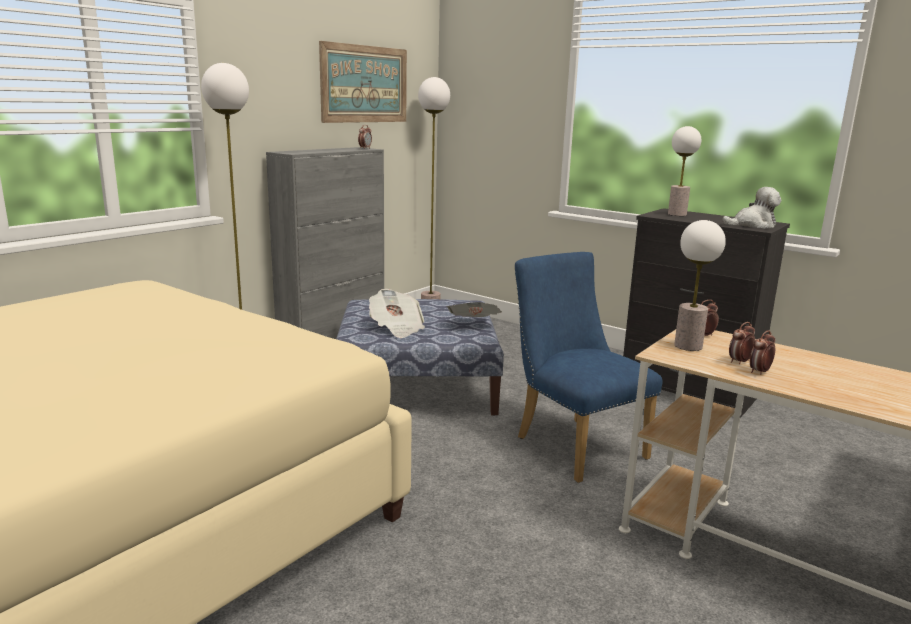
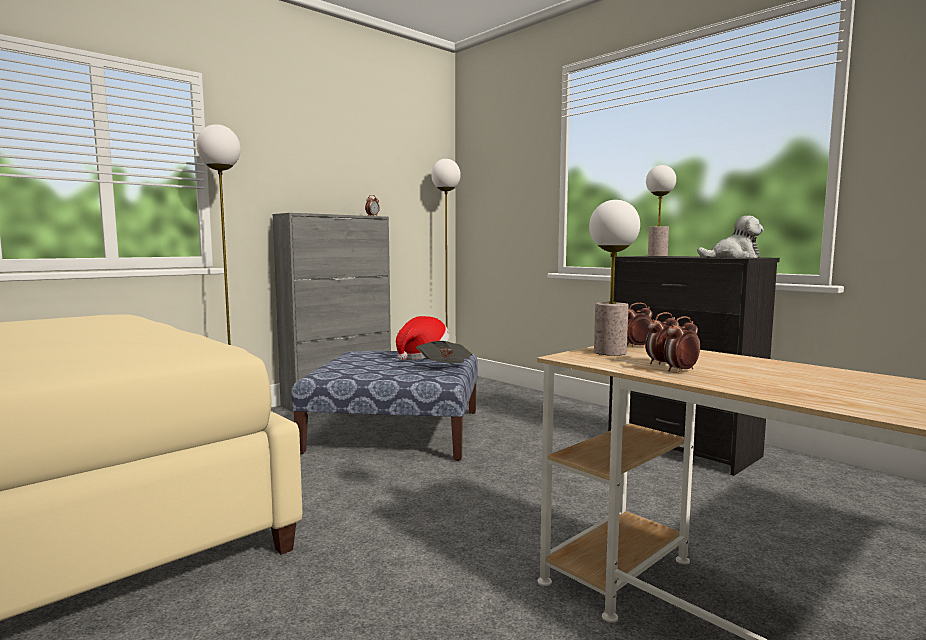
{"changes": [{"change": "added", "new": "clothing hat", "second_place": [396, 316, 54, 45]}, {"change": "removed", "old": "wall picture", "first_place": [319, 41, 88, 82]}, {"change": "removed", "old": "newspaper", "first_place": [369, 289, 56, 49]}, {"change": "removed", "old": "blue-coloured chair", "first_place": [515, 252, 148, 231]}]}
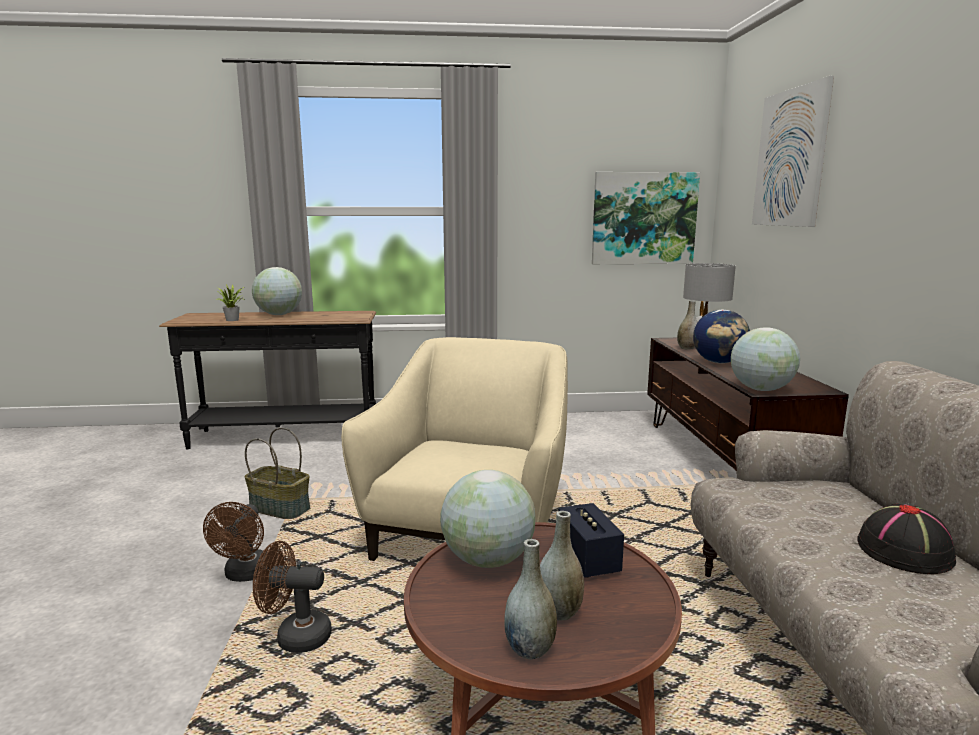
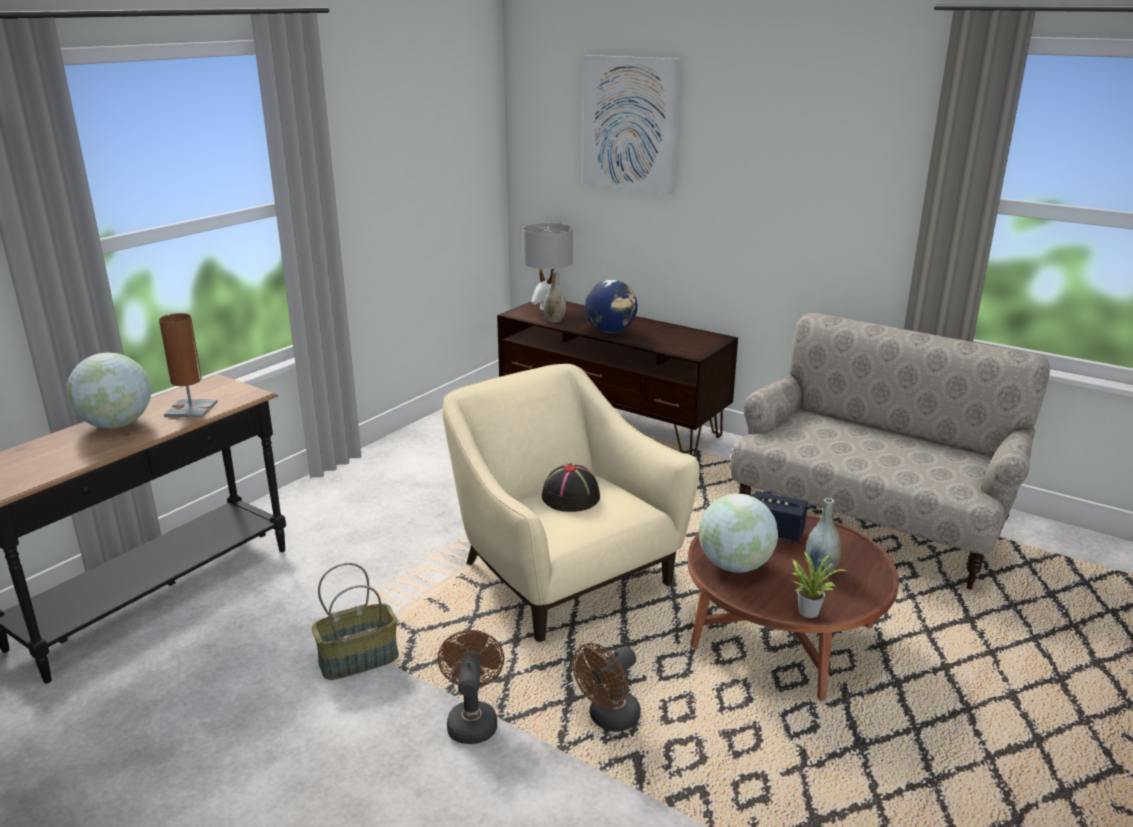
{"changes": [{"change": "added", "new": "brown lamp for a table", "second_place": [159, 313, 59, 105]}, {"change": "turned", "old": "brown fan", "first_place": [203, 502, 66, 80], "second_place": [438, 630, 67, 114], "degrees": -135}, {"change": "moved", "old": "blackish clothing hat", "first_place": [857, 503, 99, 71], "second_place": [542, 464, 58, 48]}, {"change": "moved", "old": "houseplant", "first_place": [216, 284, 29, 37], "second_place": [792, 551, 56, 67]}, {"change": "removed", "old": "grey flower vase", "first_place": [504, 539, 53, 121]}, {"change": "removed", "old": "wall picture", "first_place": [592, 172, 108, 92]}, {"change": "removed", "old": "globe", "first_place": [731, 327, 69, 64]}]}
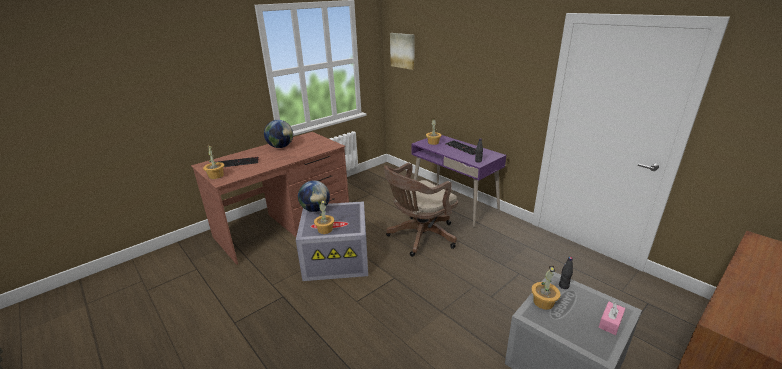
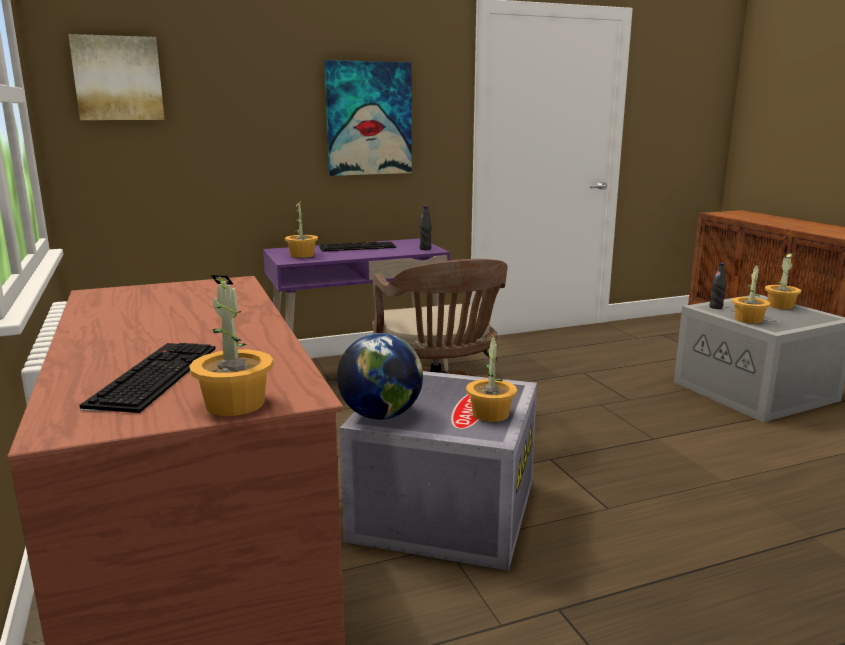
{"changes": [{"change": "added", "new": "wall picture", "second_place": [325, 60, 87, 116]}, {"change": "replaced", "old": "pinkish tissue holder", "new": "houseplant", "first_place": [599, 301, 26, 34], "second_place": [765, 253, 36, 56]}, {"change": "removed", "old": "globe", "first_place": [264, 120, 29, 28]}]}
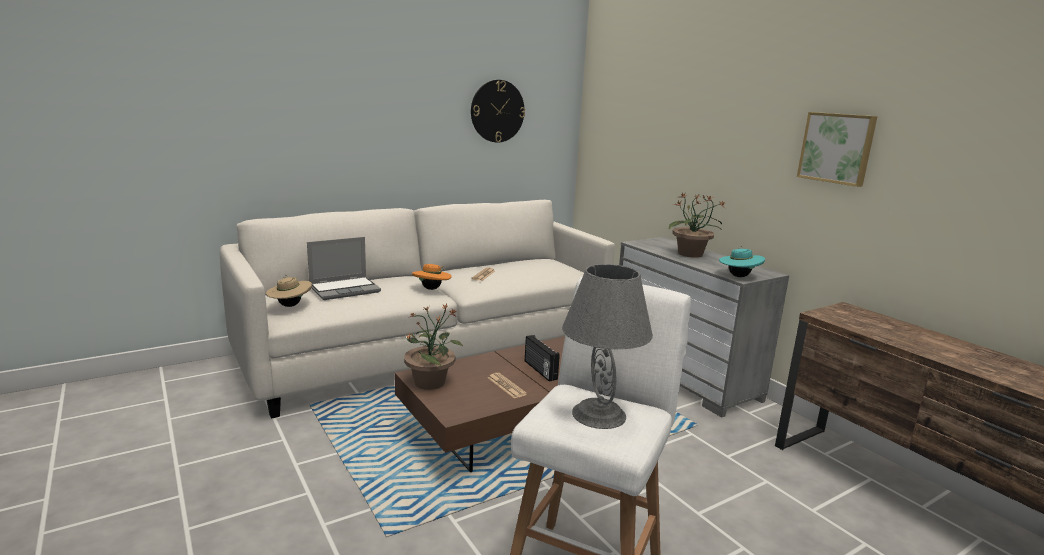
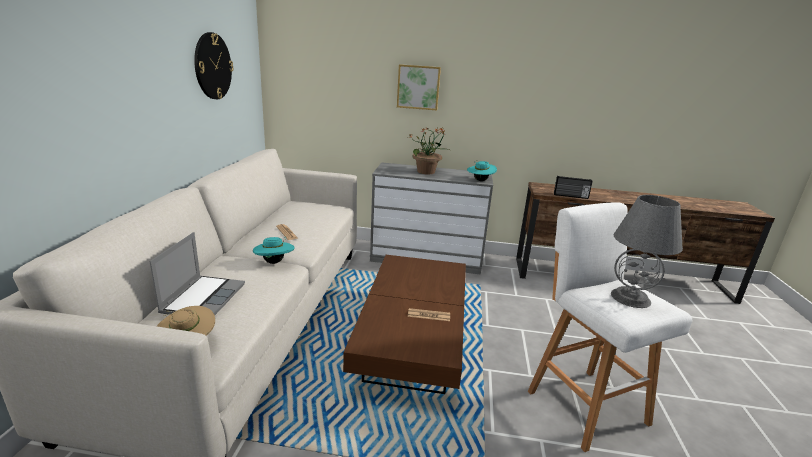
{"changes": [{"change": "recoloured", "old": "orange-coloured clothing hat", "new": "blue-green clothing hat", "first_place": [412, 264, 39, 26], "second_place": [253, 236, 41, 28]}, {"change": "moved", "old": "wall picture", "first_place": [797, 112, 81, 75], "second_place": [397, 64, 44, 47]}, {"change": "moved", "old": "radio set", "first_place": [525, 335, 35, 47], "second_place": [554, 176, 39, 23]}, {"change": "removed", "old": "houseplant", "first_place": [404, 304, 59, 86]}]}
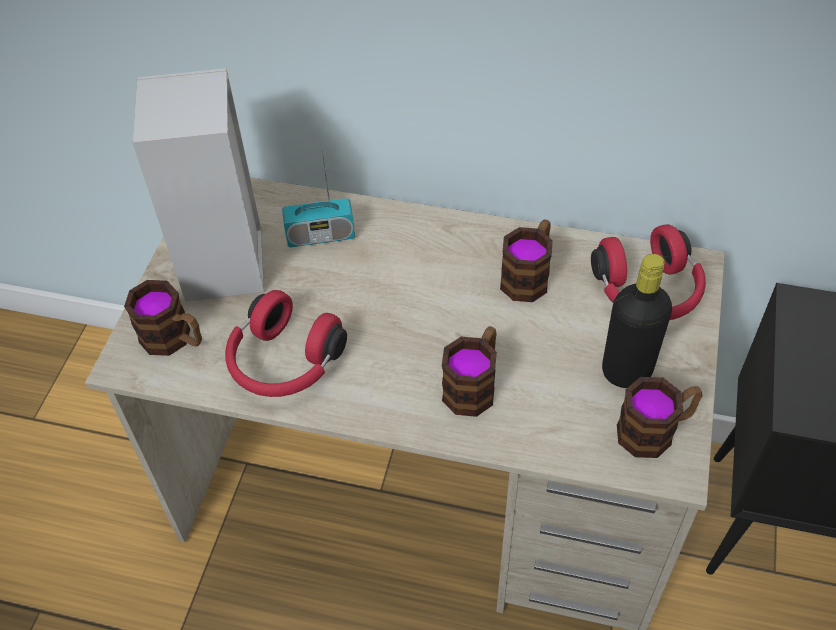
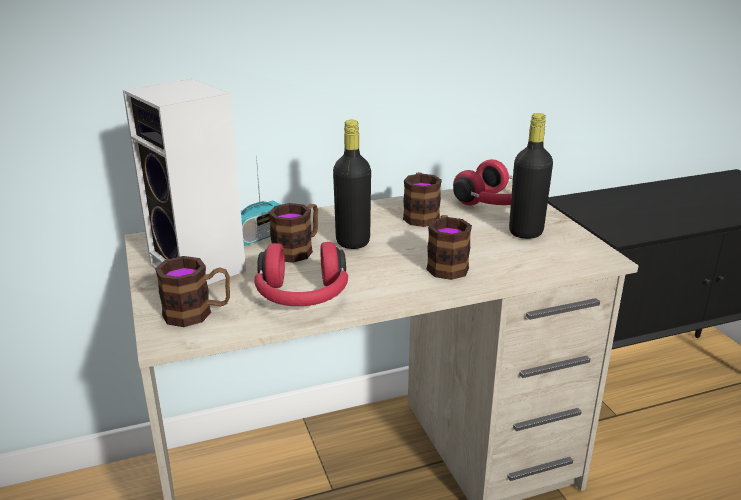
{"changes": [{"change": "moved", "old": "mug", "first_place": [617, 377, 86, 81], "second_place": [269, 203, 49, 60]}, {"change": "added", "new": "blackish bottle", "second_place": [333, 120, 38, 129]}]}
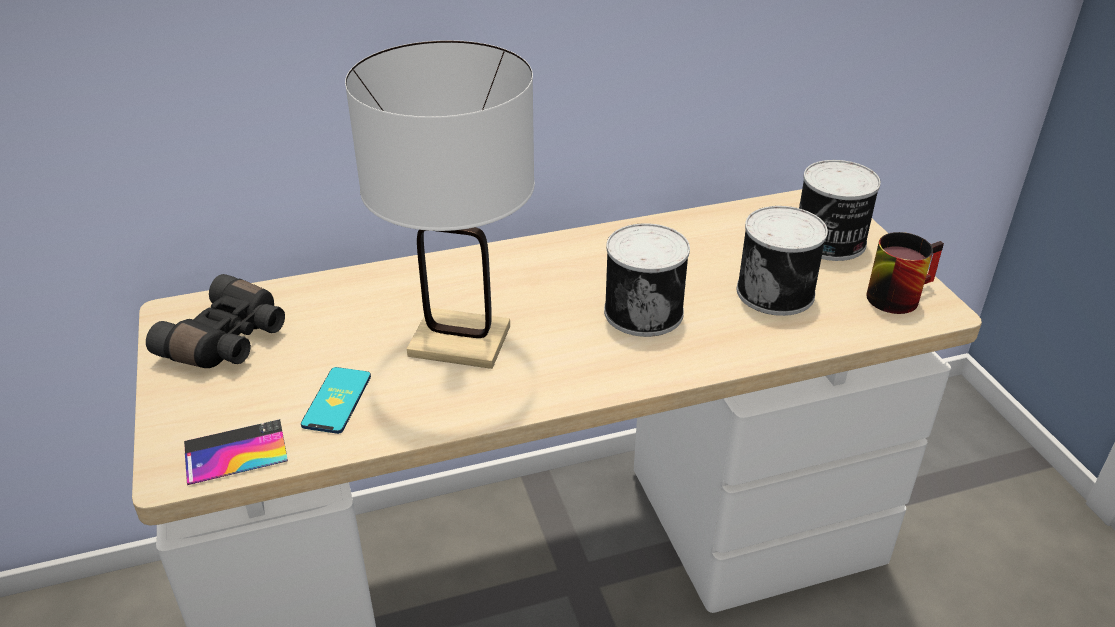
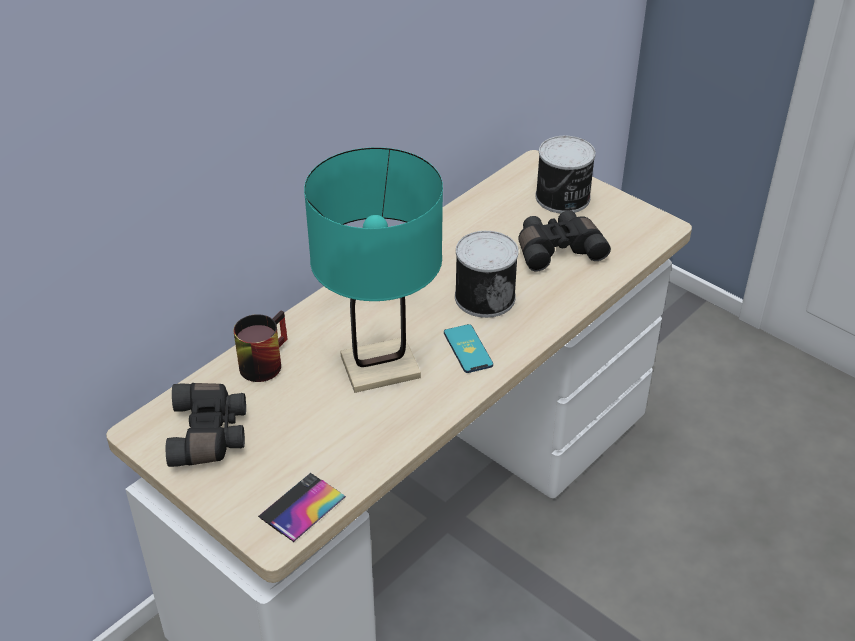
{"changes": [{"change": "moved", "old": "mug", "first_place": [866, 232, 78, 82], "second_place": [233, 311, 54, 71]}, {"change": "recoloured", "old": "white-coloured lamp for a table", "new": "blue-green lamp for a table", "first_place": [345, 40, 190, 329], "second_place": [304, 147, 139, 246]}, {"change": "moved", "old": "handset", "first_place": [301, 367, 70, 67], "second_place": [444, 324, 49, 49]}, {"change": "replaced", "old": "sealed can", "new": "blackish field glasses", "first_place": [737, 206, 91, 110], "second_place": [519, 210, 92, 61]}]}
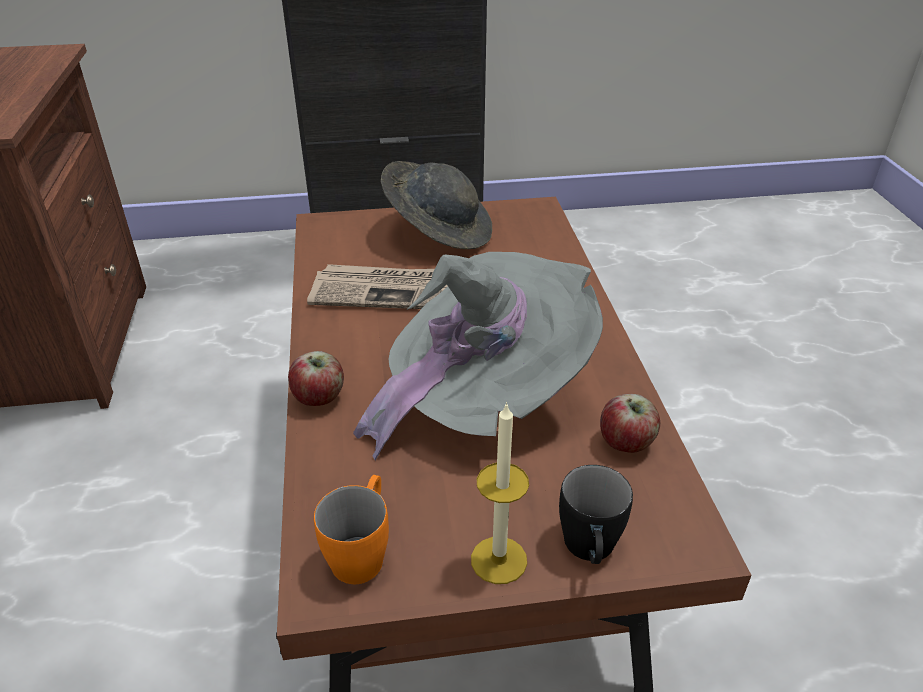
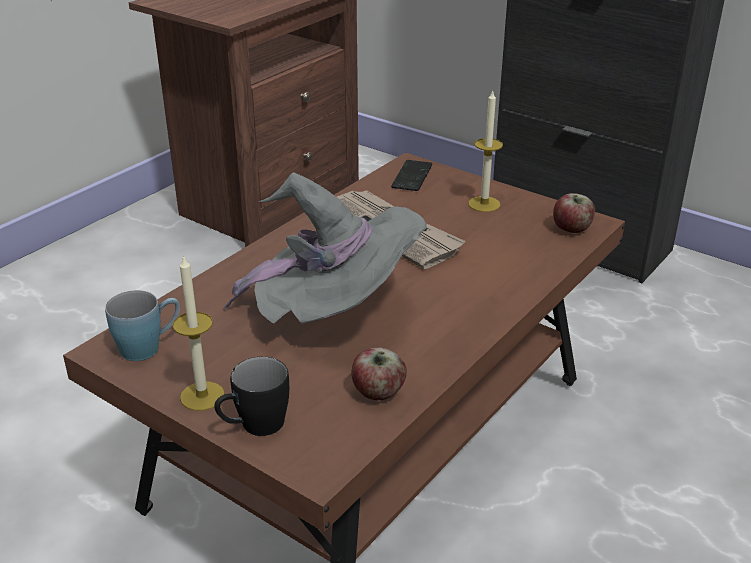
{"changes": [{"change": "recoloured", "old": "orange-coloured mug", "new": "blue-coloured mug", "first_place": [314, 475, 75, 109], "second_place": [105, 290, 75, 71]}, {"change": "added", "new": "handset", "second_place": [391, 160, 41, 31]}, {"change": "replaced", "old": "grey clothing hat", "new": "wax candle", "first_place": [380, 161, 112, 88], "second_place": [468, 91, 35, 121]}, {"change": "moved", "old": "whole apple", "first_place": [288, 351, 56, 55], "second_place": [553, 193, 42, 40]}]}
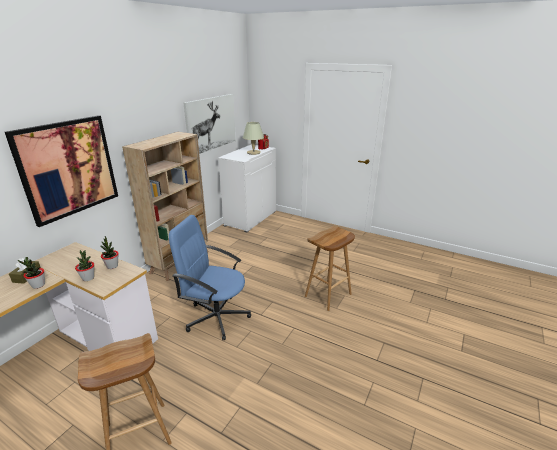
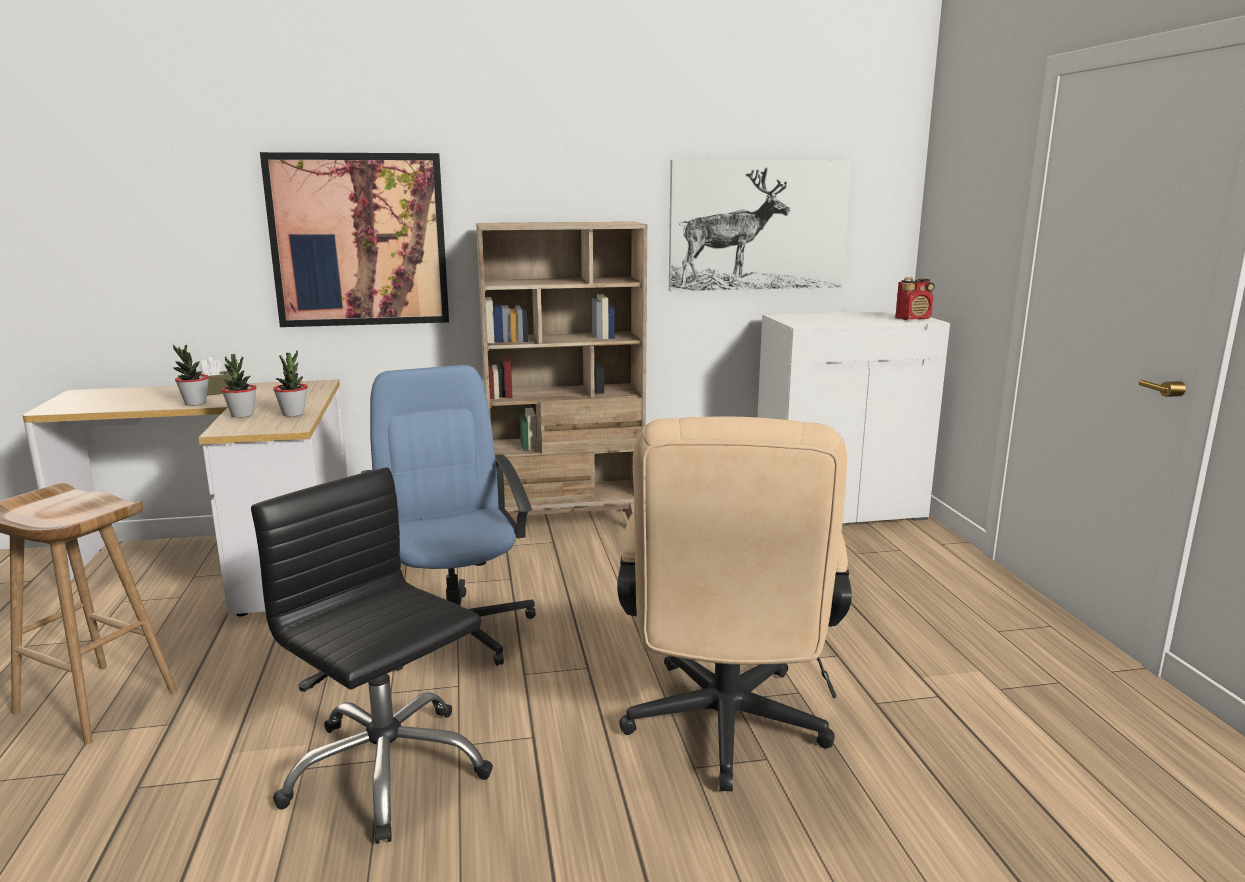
{"changes": [{"change": "added", "new": "blackish office chair", "second_place": [251, 467, 242, 377]}, {"change": "replaced", "old": "brown stool", "new": "beige office chair", "first_place": [305, 226, 50, 85], "second_place": [617, 416, 235, 376]}, {"change": "removed", "old": "beige lamp for a table", "first_place": [243, 122, 21, 33]}]}
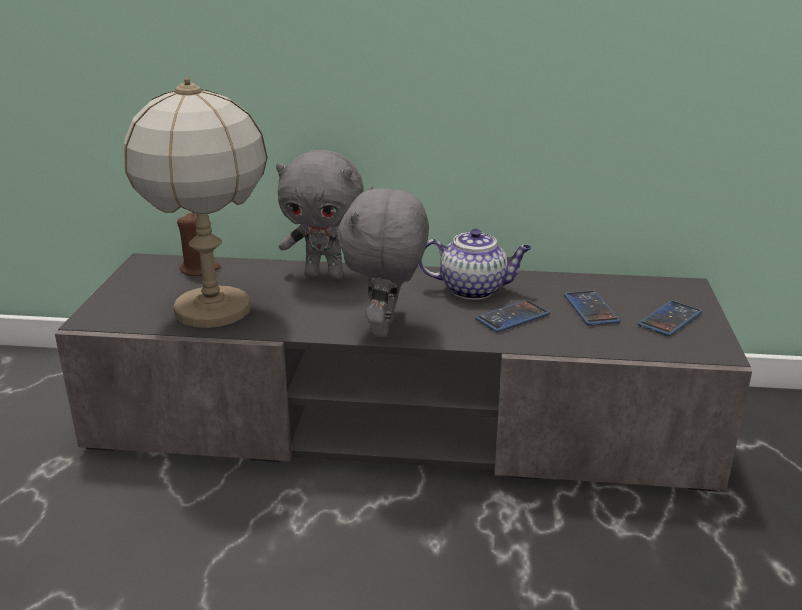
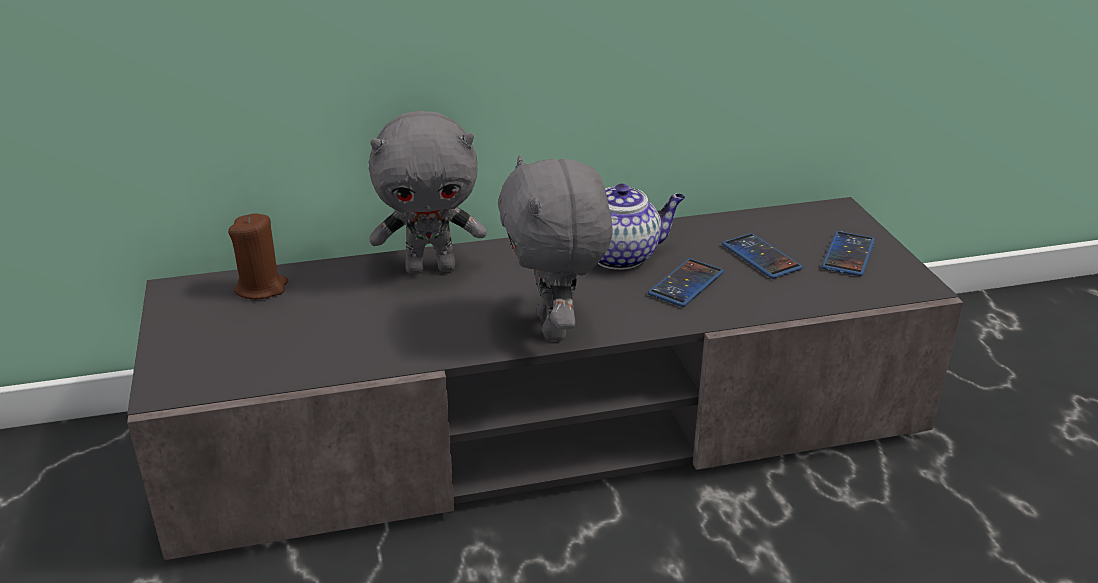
{"changes": [{"change": "removed", "old": "lamp for a table", "first_place": [124, 77, 144, 251]}]}
